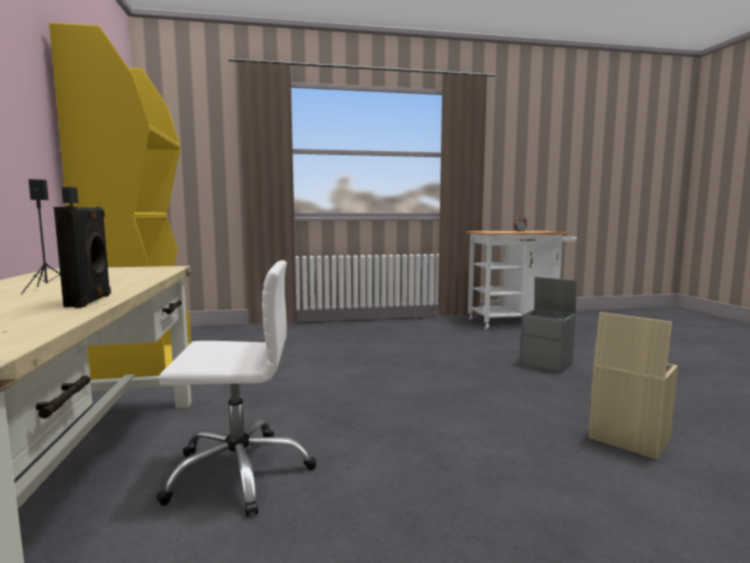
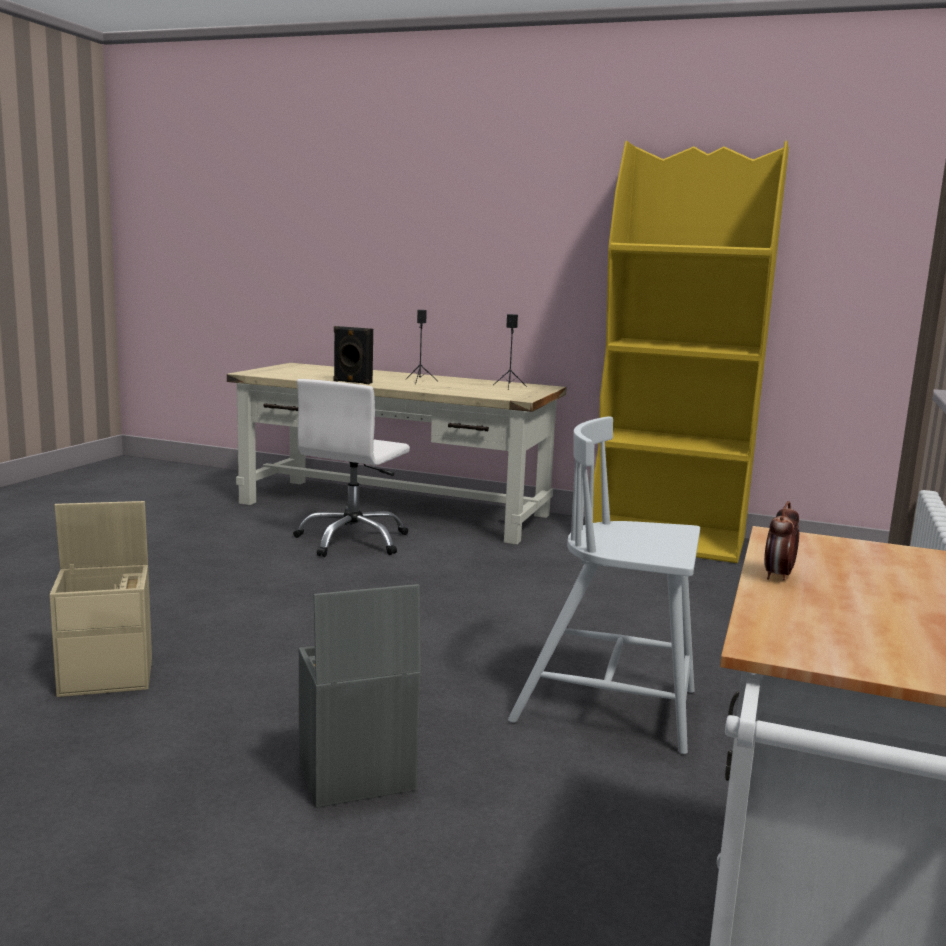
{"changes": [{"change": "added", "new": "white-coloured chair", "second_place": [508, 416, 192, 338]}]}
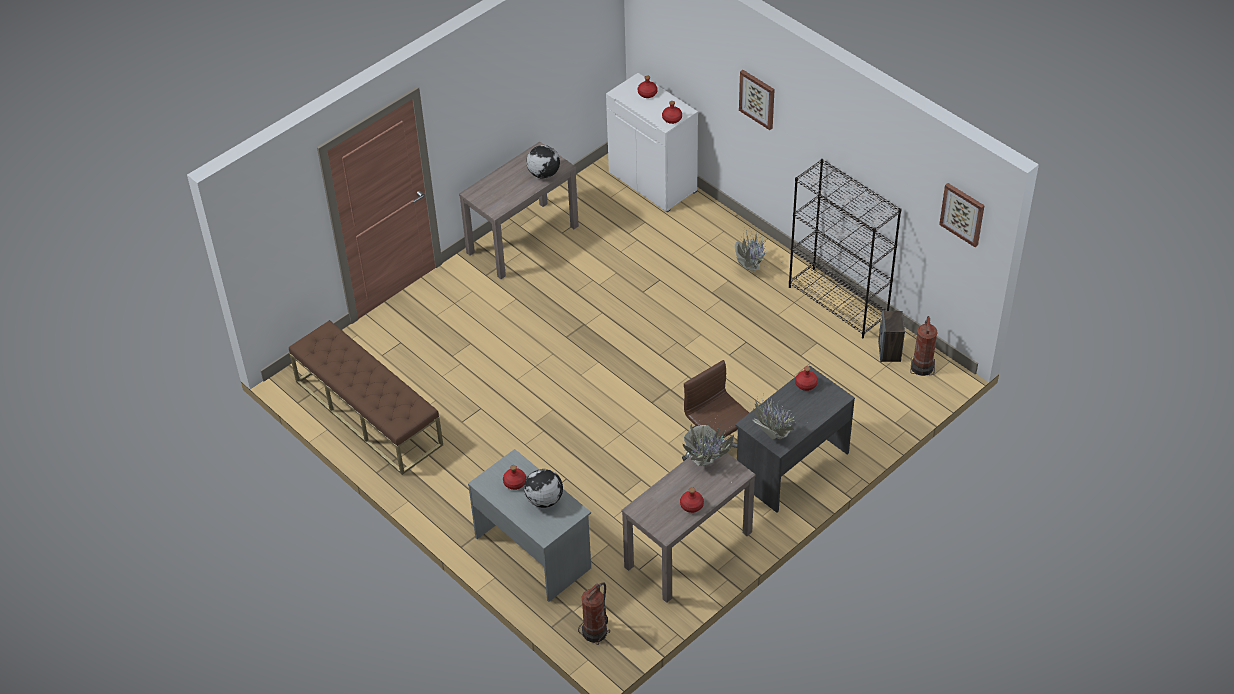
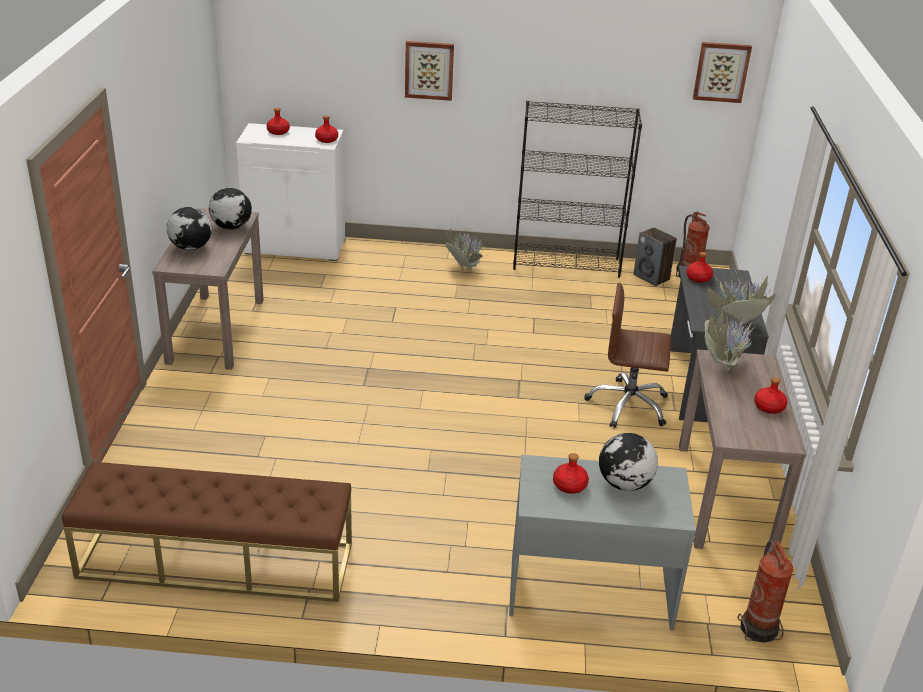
{"changes": [{"change": "added", "new": "globe", "second_place": [167, 207, 45, 43]}]}
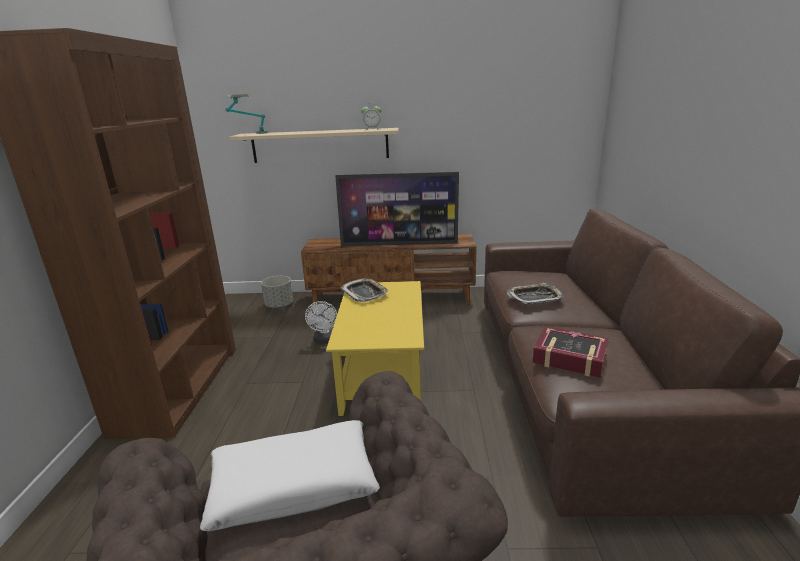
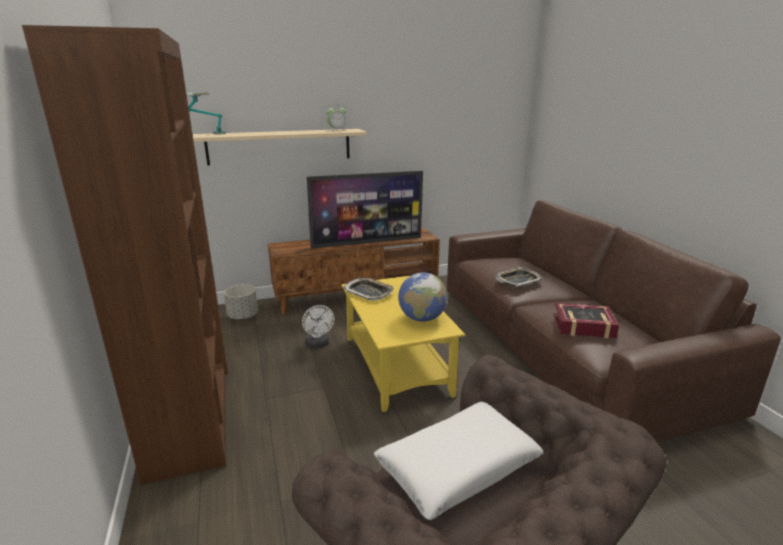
{"changes": [{"change": "added", "new": "globe", "second_place": [398, 272, 50, 50]}]}
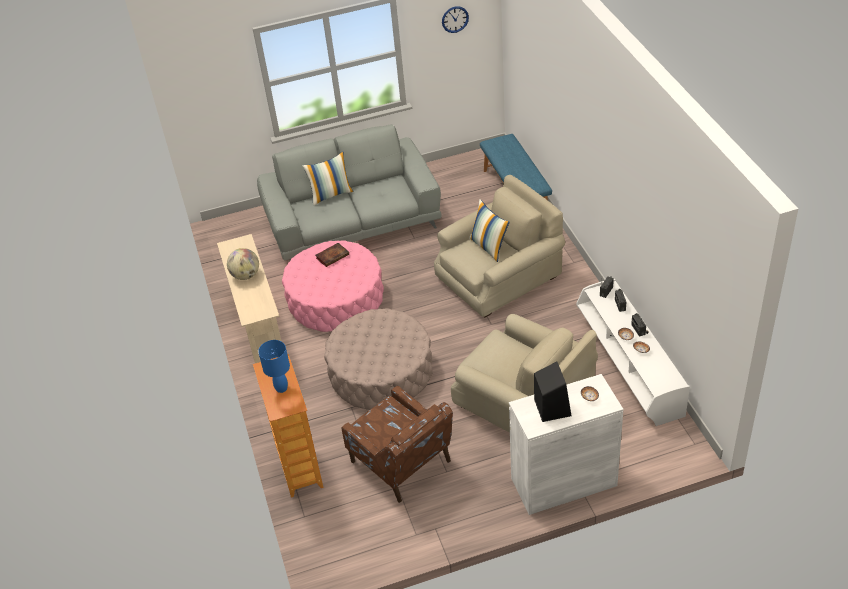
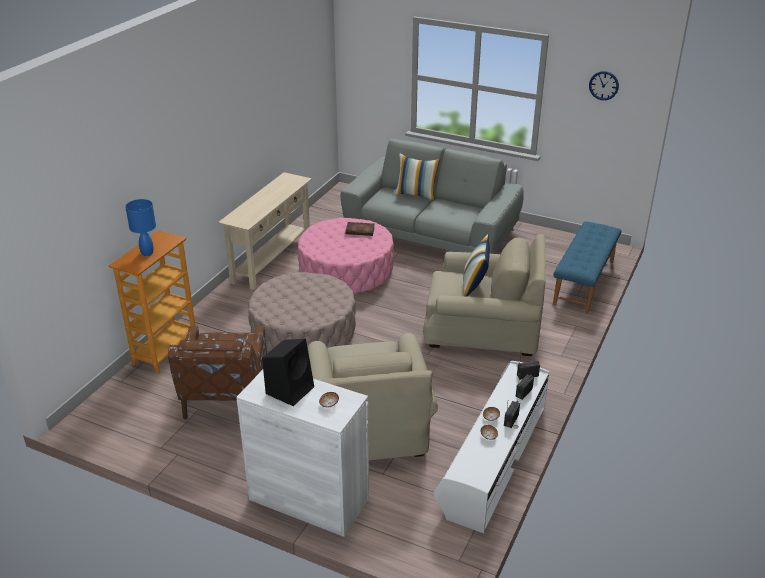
{"changes": [{"change": "removed", "old": "globe", "first_place": [227, 248, 32, 32]}]}
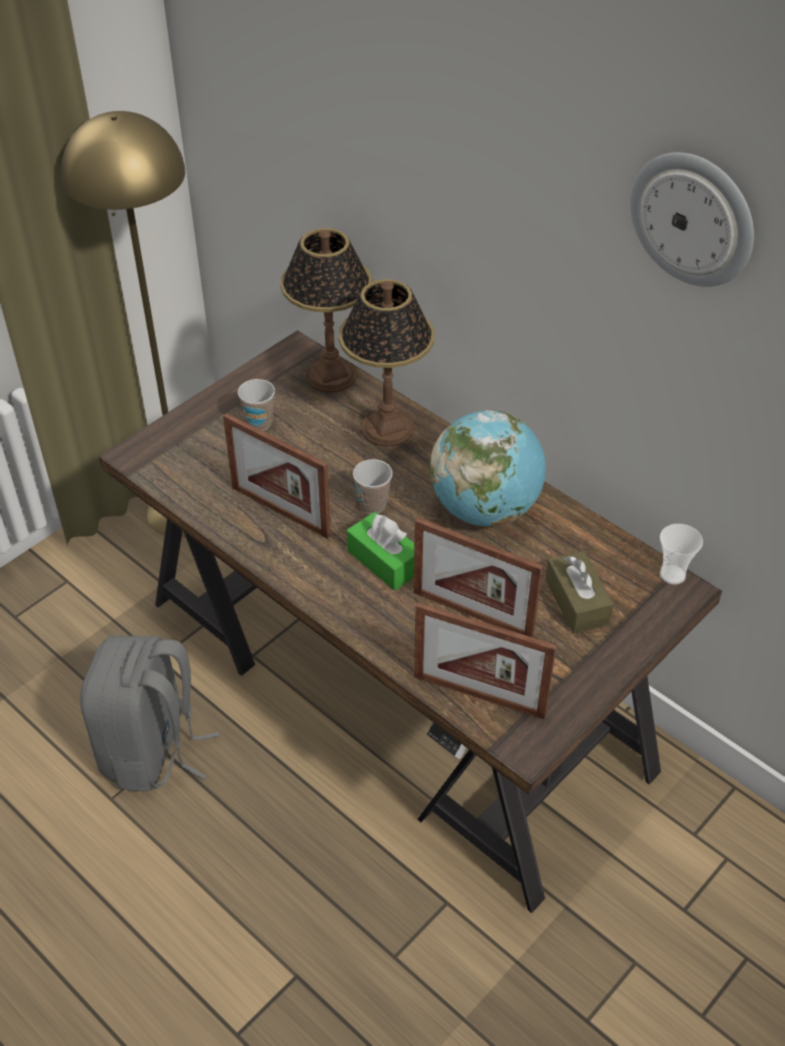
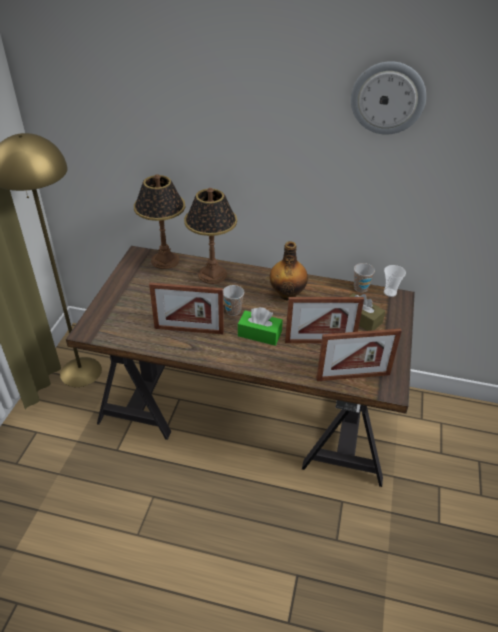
{"changes": [{"change": "replaced", "old": "globe", "new": "bottle", "first_place": [430, 410, 116, 116], "second_place": [270, 241, 38, 60]}, {"change": "moved", "old": "small cup", "first_place": [238, 379, 37, 52], "second_place": [354, 263, 21, 29]}, {"change": "removed", "old": "grey rucksack", "first_place": [80, 636, 139, 156]}]}
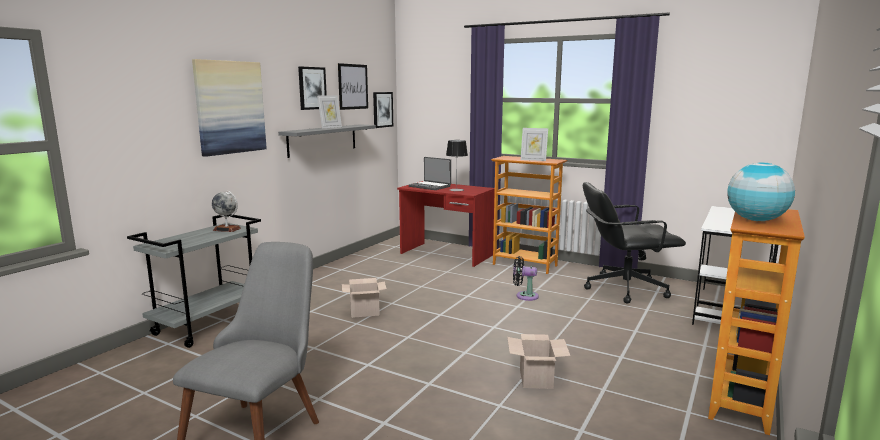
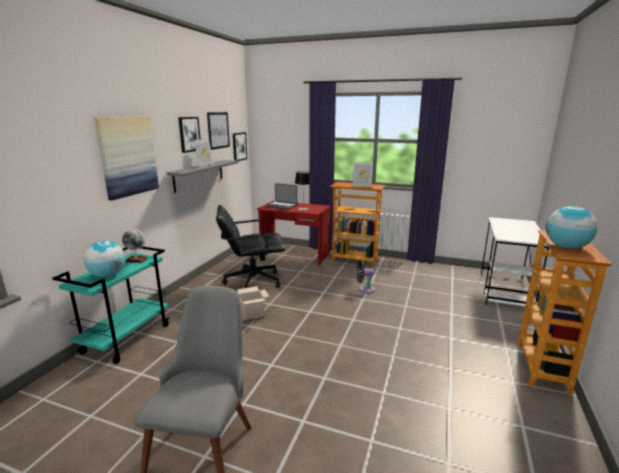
{"changes": [{"change": "recoloured", "old": "grey cart", "new": "blue-green cart", "first_place": [127, 214, 134, 134], "second_place": [52, 246, 117, 118]}, {"change": "added", "new": "globe", "second_place": [84, 241, 41, 36]}, {"change": "moved", "old": "blackish office chair", "first_place": [583, 182, 103, 122], "second_place": [216, 205, 69, 83]}, {"change": "removed", "old": "carton", "first_place": [507, 334, 63, 55]}]}
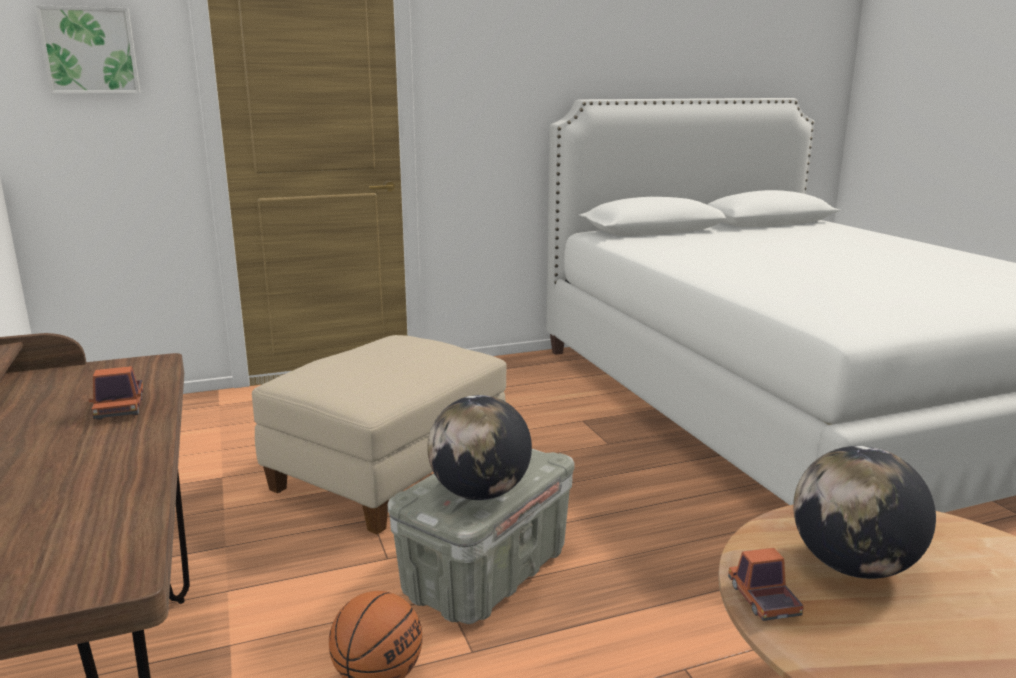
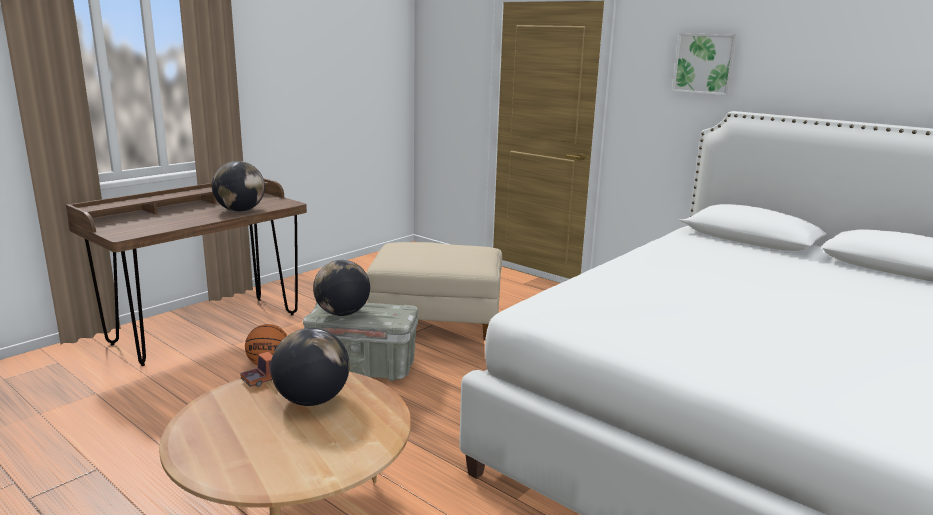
{"changes": [{"change": "replaced", "old": "toy truck", "new": "globe", "first_place": [89, 366, 55, 54], "second_place": [212, 161, 53, 51]}, {"change": "moved", "old": "wall picture", "first_place": [35, 5, 105, 89], "second_place": [672, 33, 66, 63]}]}
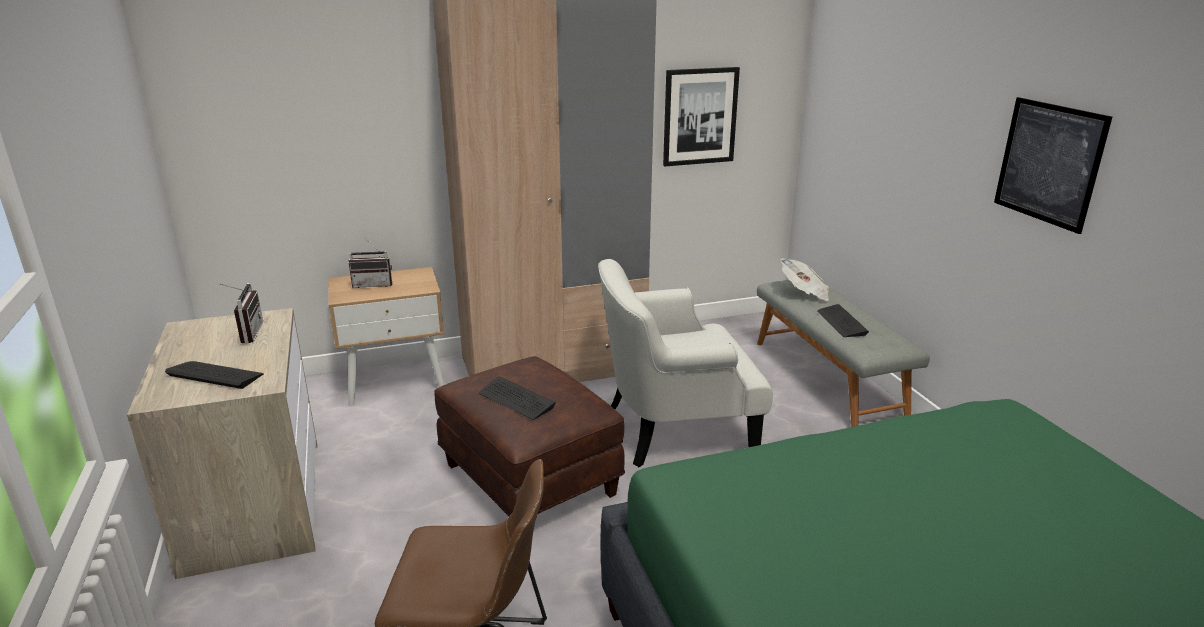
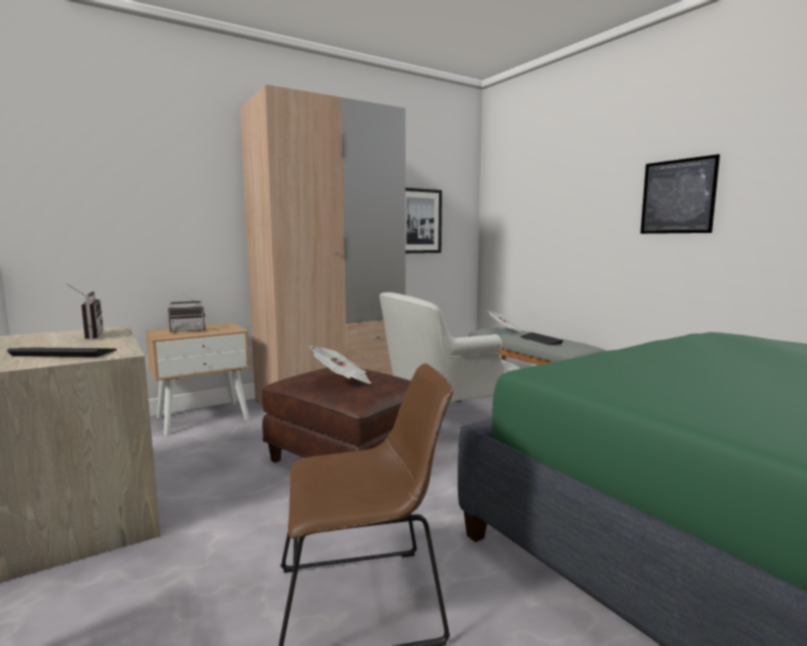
{"changes": [{"change": "replaced", "old": "keyboard", "new": "newspaper", "first_place": [479, 376, 77, 44], "second_place": [309, 346, 62, 38]}]}
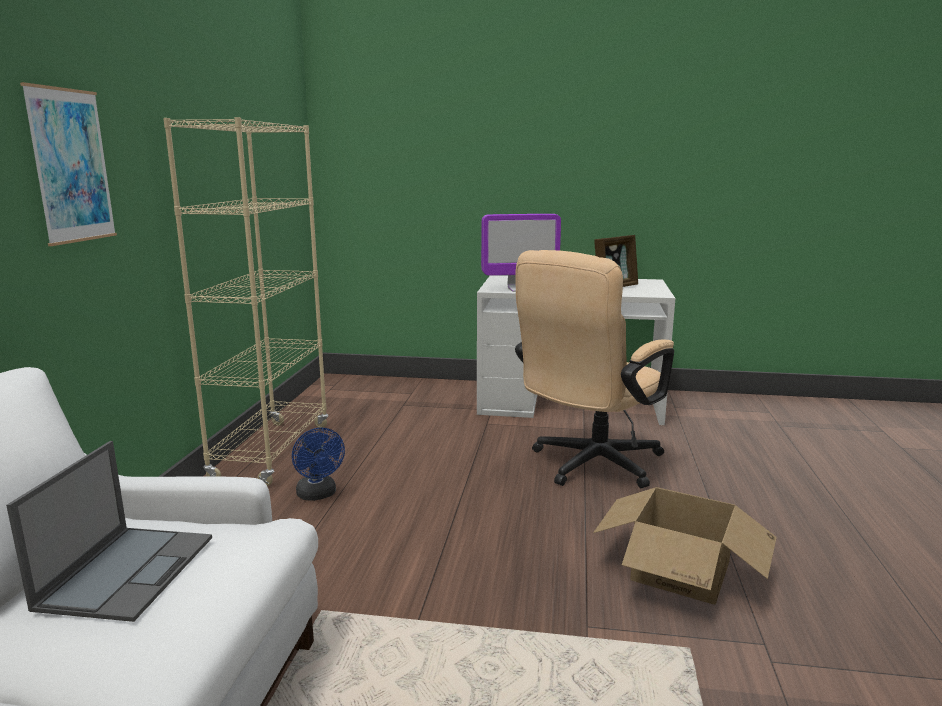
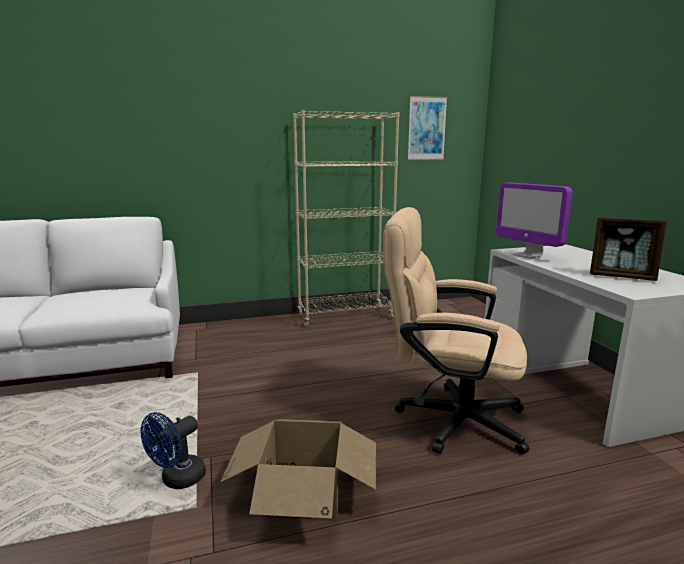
{"changes": [{"change": "moved", "old": "blue-coloured fan", "first_place": [292, 427, 53, 74], "second_place": [140, 412, 66, 77]}, {"change": "moved", "old": "wall picture", "first_place": [20, 82, 97, 164], "second_place": [408, 96, 39, 64]}, {"change": "removed", "old": "notebook computer", "first_place": [6, 441, 206, 181]}]}
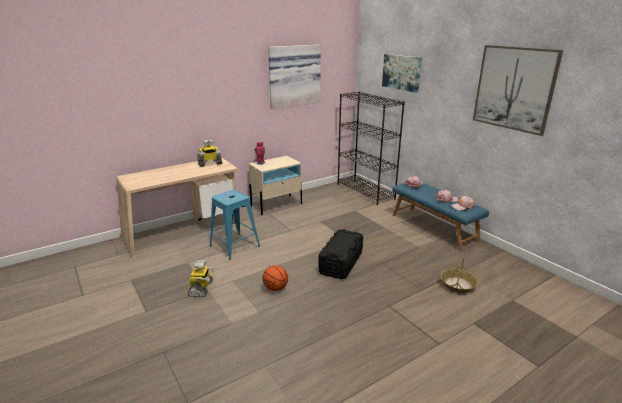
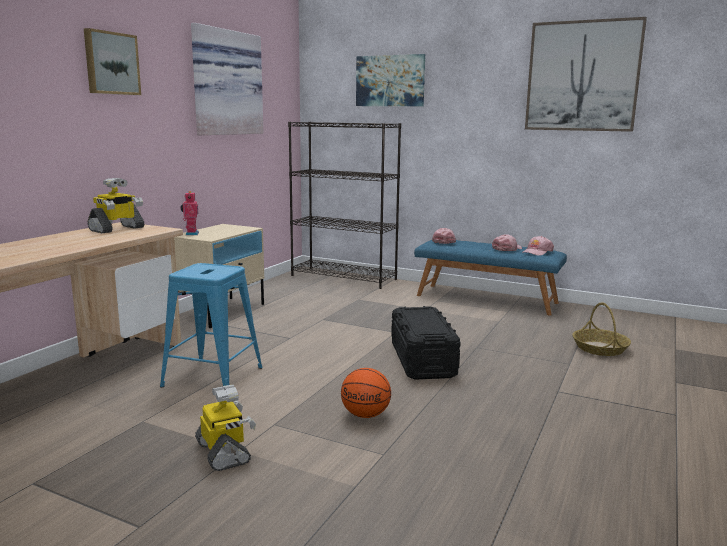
{"changes": [{"change": "added", "new": "wall picture", "second_place": [84, 28, 57, 67]}]}
